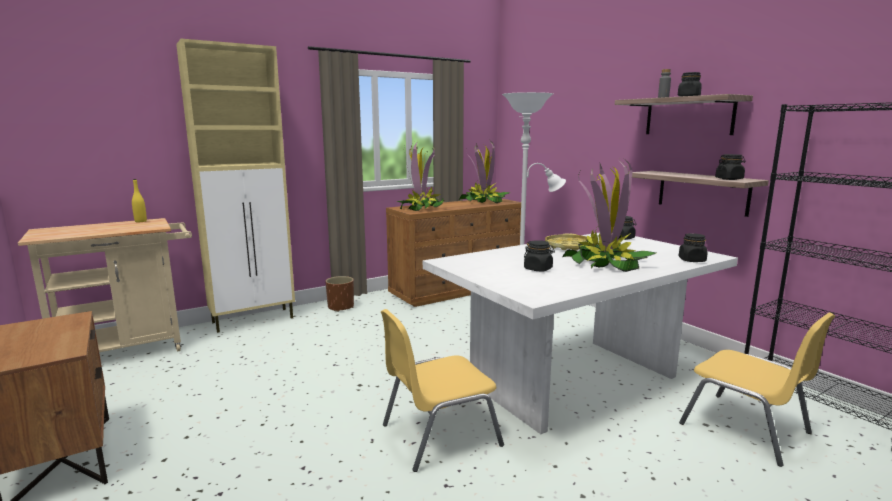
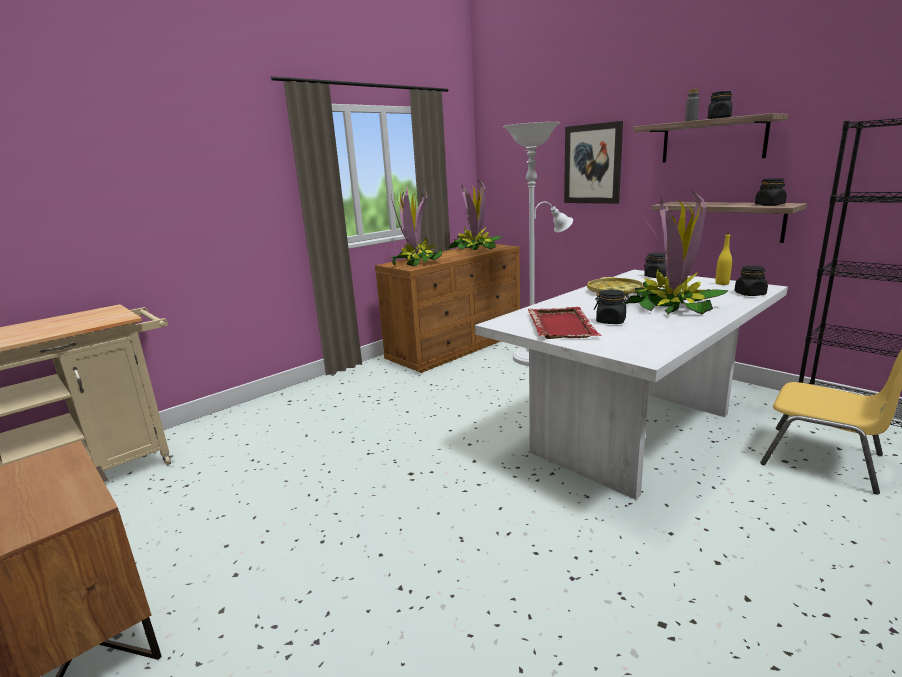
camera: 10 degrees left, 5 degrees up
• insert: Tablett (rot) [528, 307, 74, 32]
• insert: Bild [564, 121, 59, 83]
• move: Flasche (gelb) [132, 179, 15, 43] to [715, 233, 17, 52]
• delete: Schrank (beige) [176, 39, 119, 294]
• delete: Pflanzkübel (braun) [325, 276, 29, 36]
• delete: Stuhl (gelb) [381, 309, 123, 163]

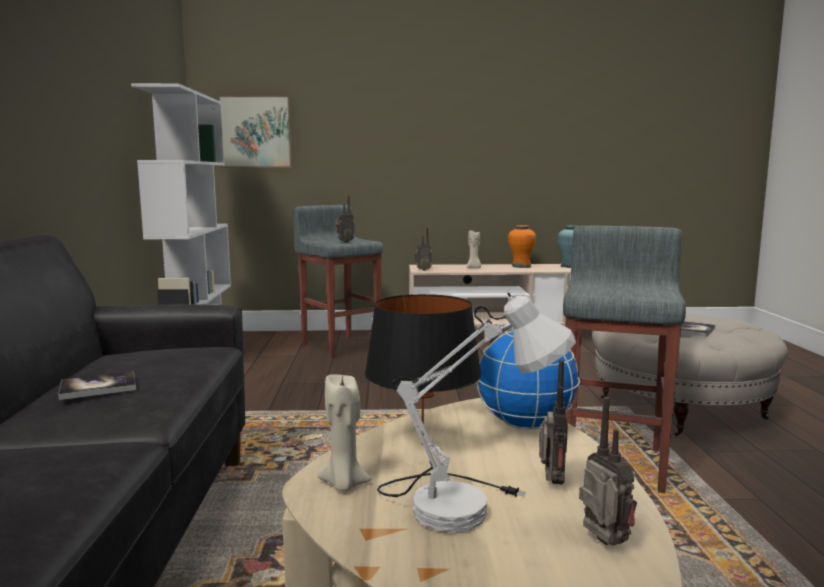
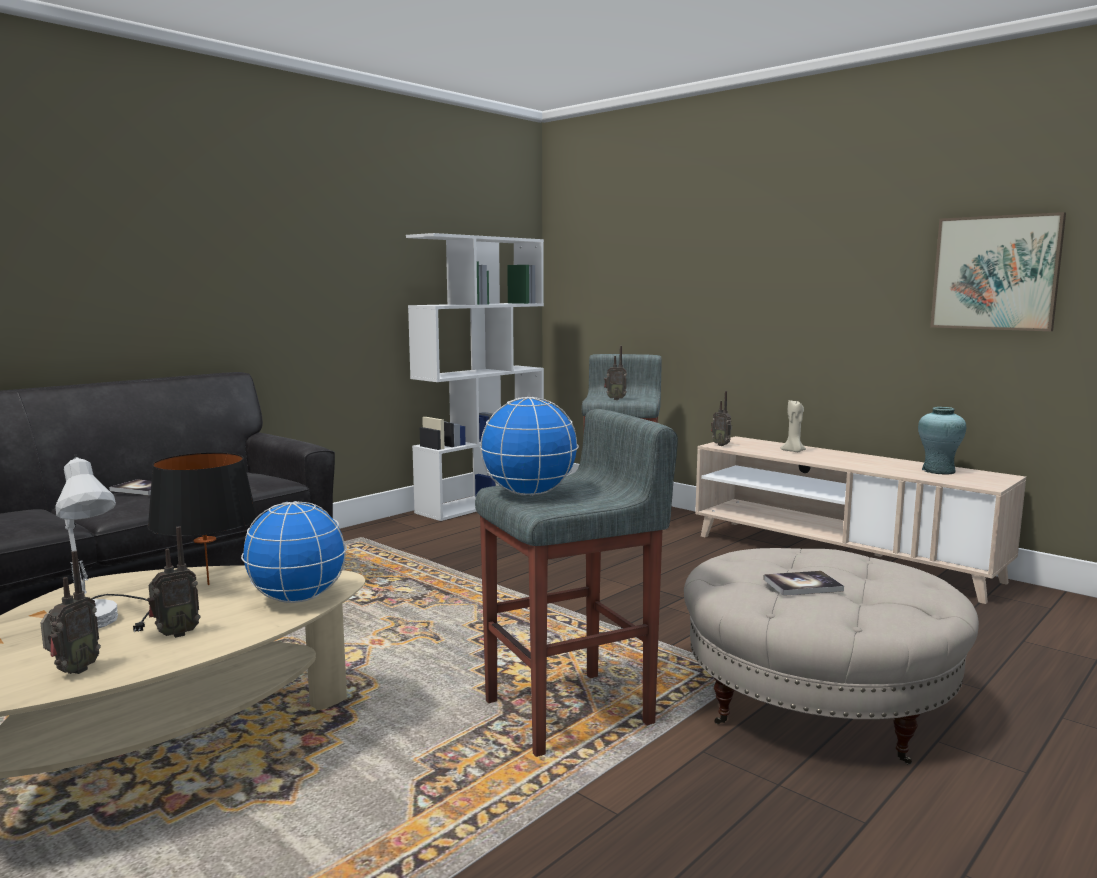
camera: 45 degrees right, 0 degrees up
• insert: Globus [480, 397, 99, 99]
• move: Bild [217, 95, 76, 73] to [930, 212, 136, 119]
• delete: Kerze (beige) [318, 374, 53, 117]
• delete: Vase (orange) [508, 225, 28, 43]

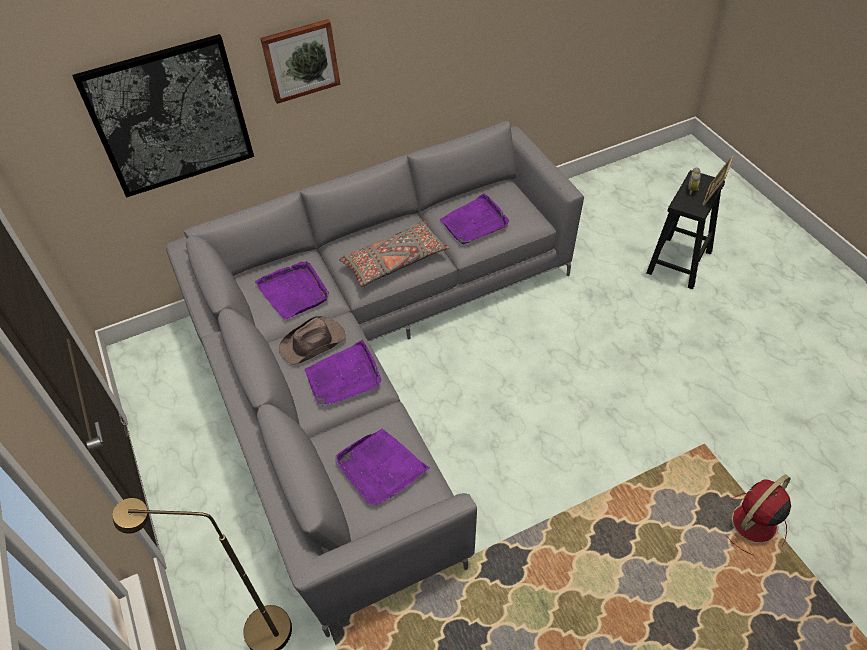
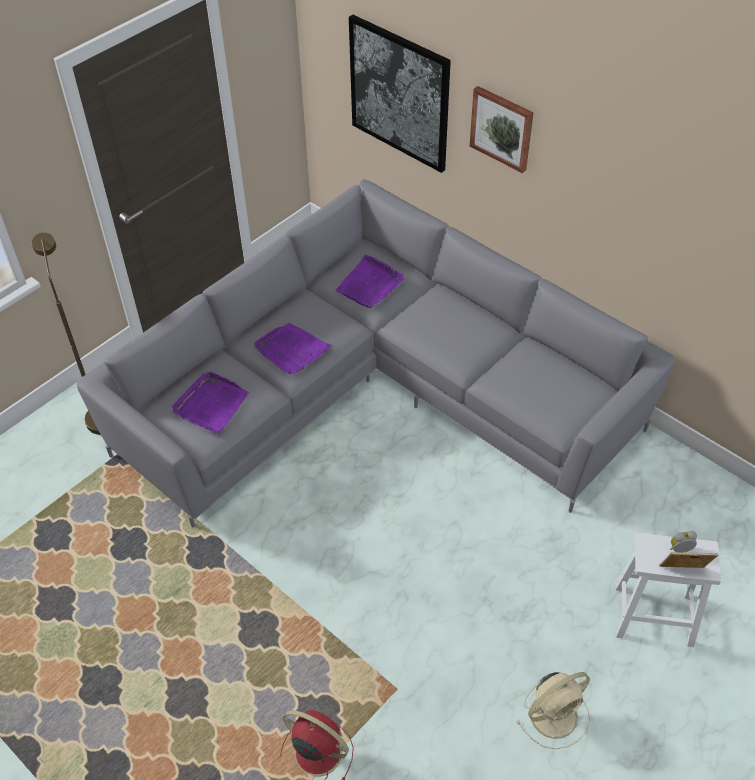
camera: 65 degrees right, 0 degrees up
• insert: Ventilator (beige) [516, 672, 74, 77]
• recolor: Hocker (schwarz) [646, 170, 79, 119] to Hocker (weiß) [616, 532, 105, 115]
• delete: Hut (braun) [279, 316, 67, 49]
• delete: Kissen (grau) [339, 221, 110, 66]
• delete: Tablett (lila) [440, 193, 69, 51]

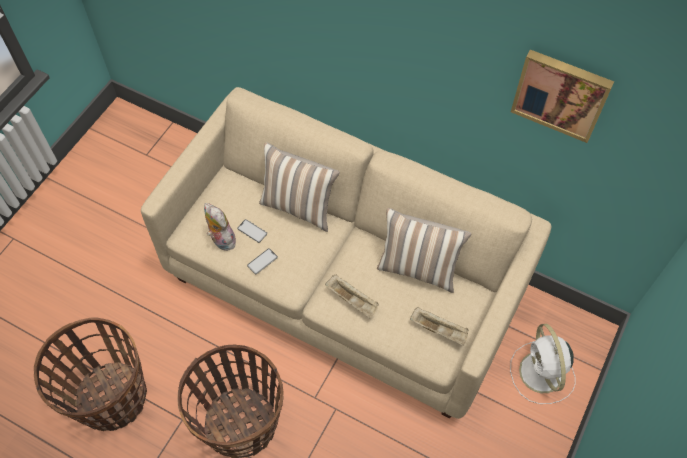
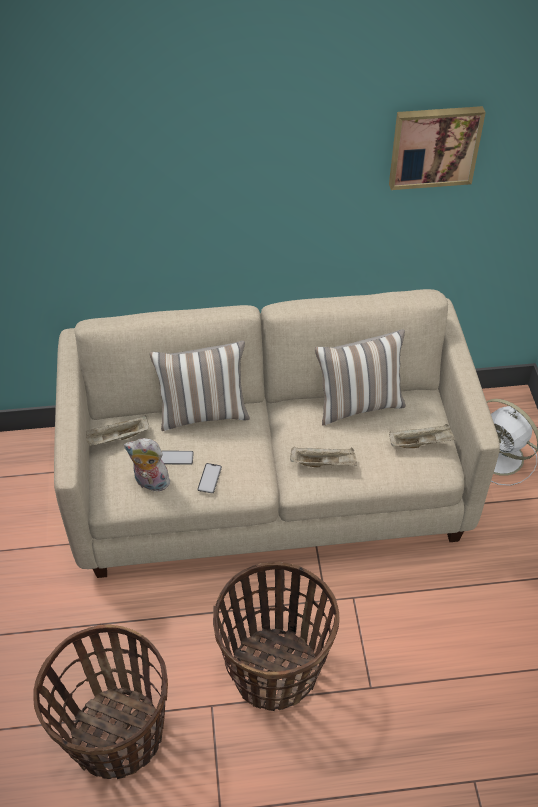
camera: 35 degrees left, 10 degrees down
• insert: Tablett (beige) [86, 416, 63, 31]

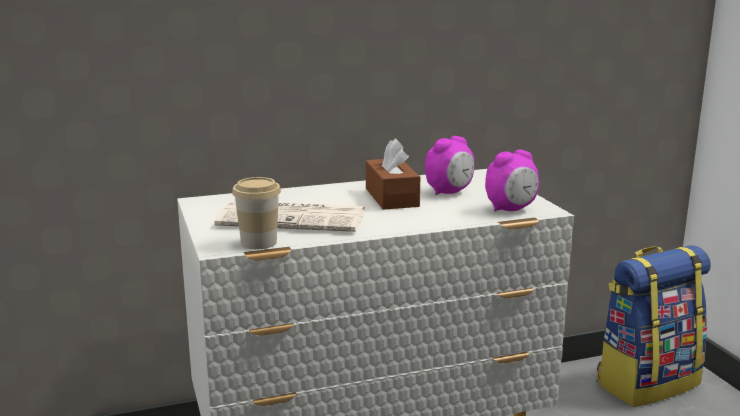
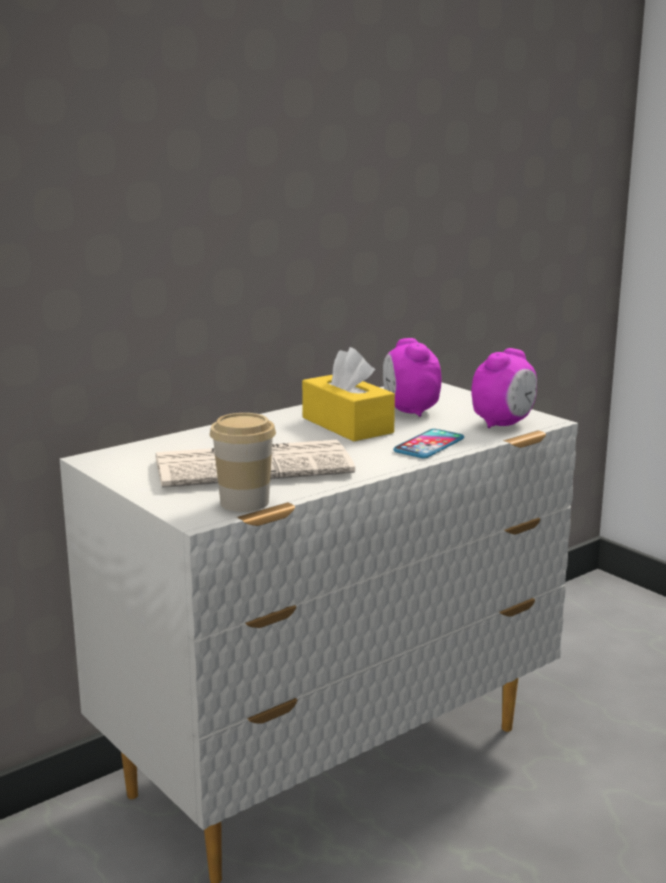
camera: 20 degrees left, 0 degrees up
• recolor: Taschentuchbox (braun) [366, 138, 54, 72] to Taschentuchbox (gelb) [302, 347, 93, 94]
• rotate: Wecker [425, 136, 49, 59] = [383, 338, 58, 79] 135 degrees clockwise
• insert: Handy [393, 429, 71, 29]
• delete: Rucksack [597, 245, 114, 162]

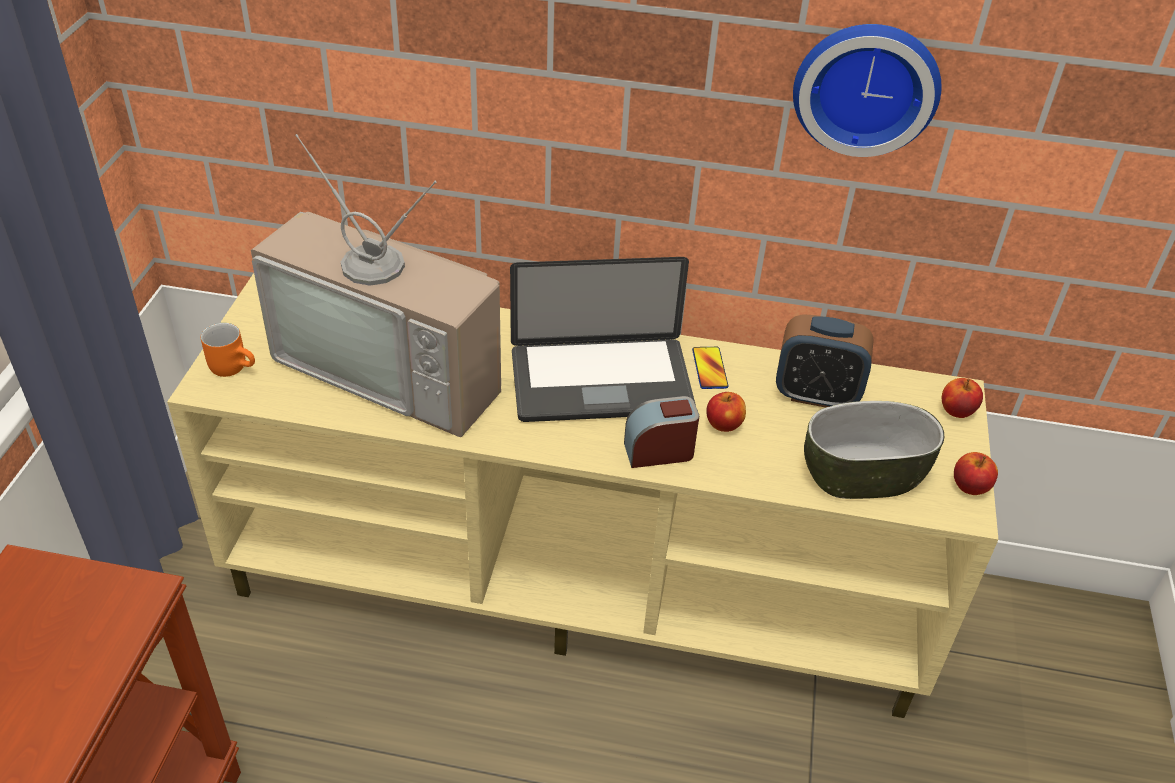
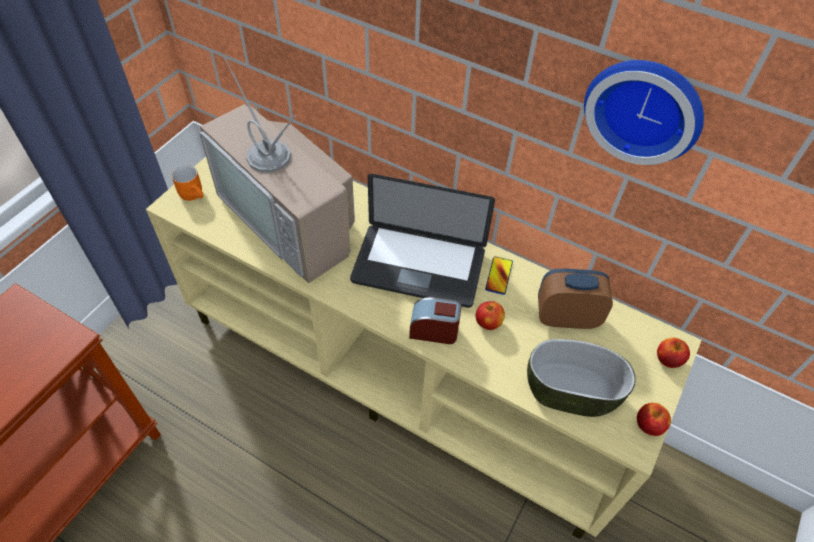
camera: 20 degrees right, 10 degrees up
• rotate: Wecker [776, 314, 98, 94] = [538, 269, 75, 60] 150 degrees clockwise

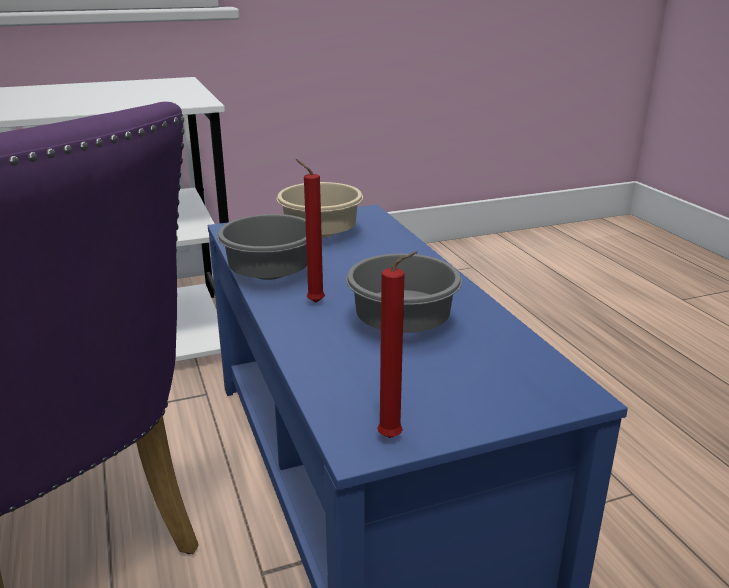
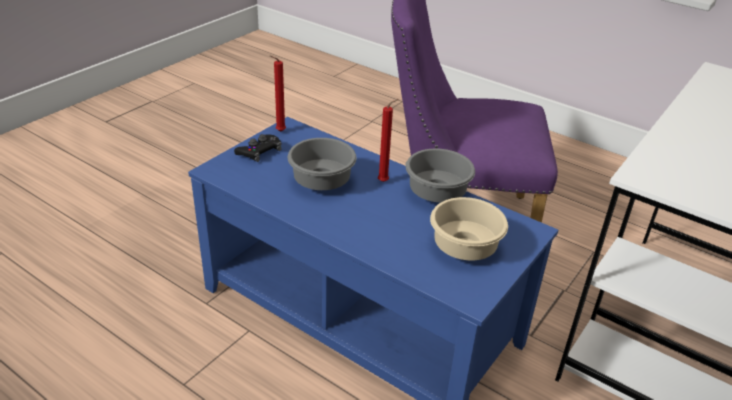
camera: 145 degrees right, 10 degrees up
• insert: Gamepad (schwarz) [234, 134, 48, 28]

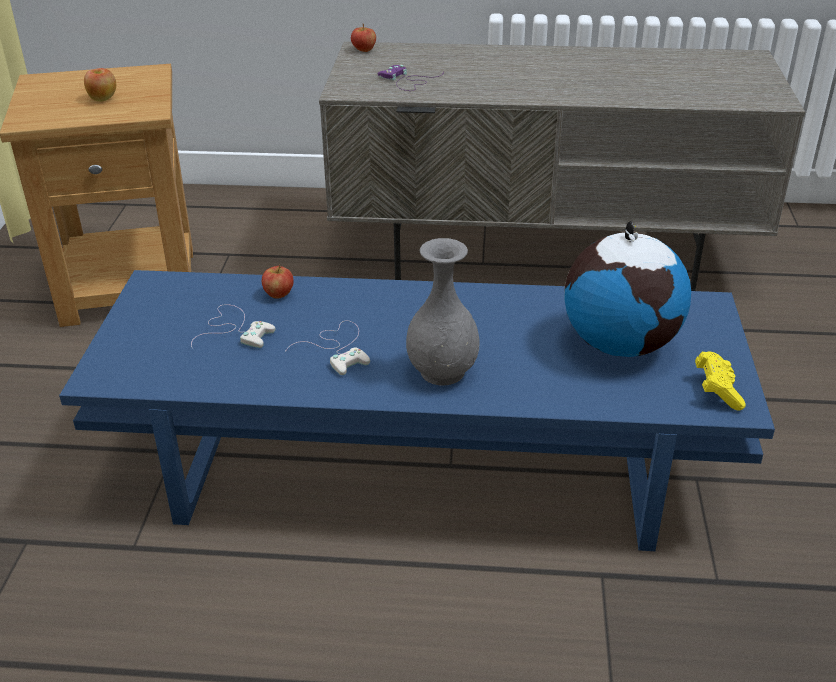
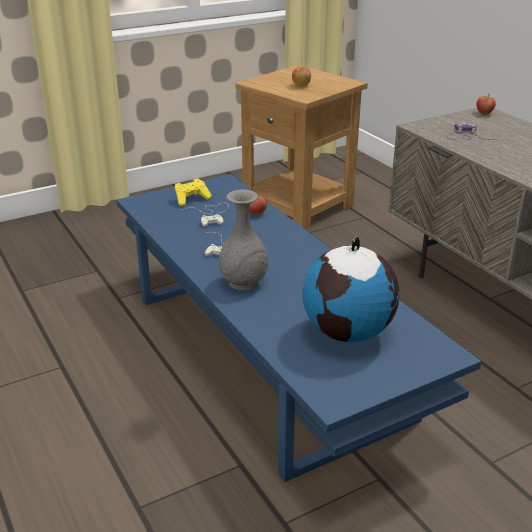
camera: 55 degrees right, 5 degrees down
• move: Gamepad (gelb) [695, 352, 51, 59] to [175, 178, 37, 28]

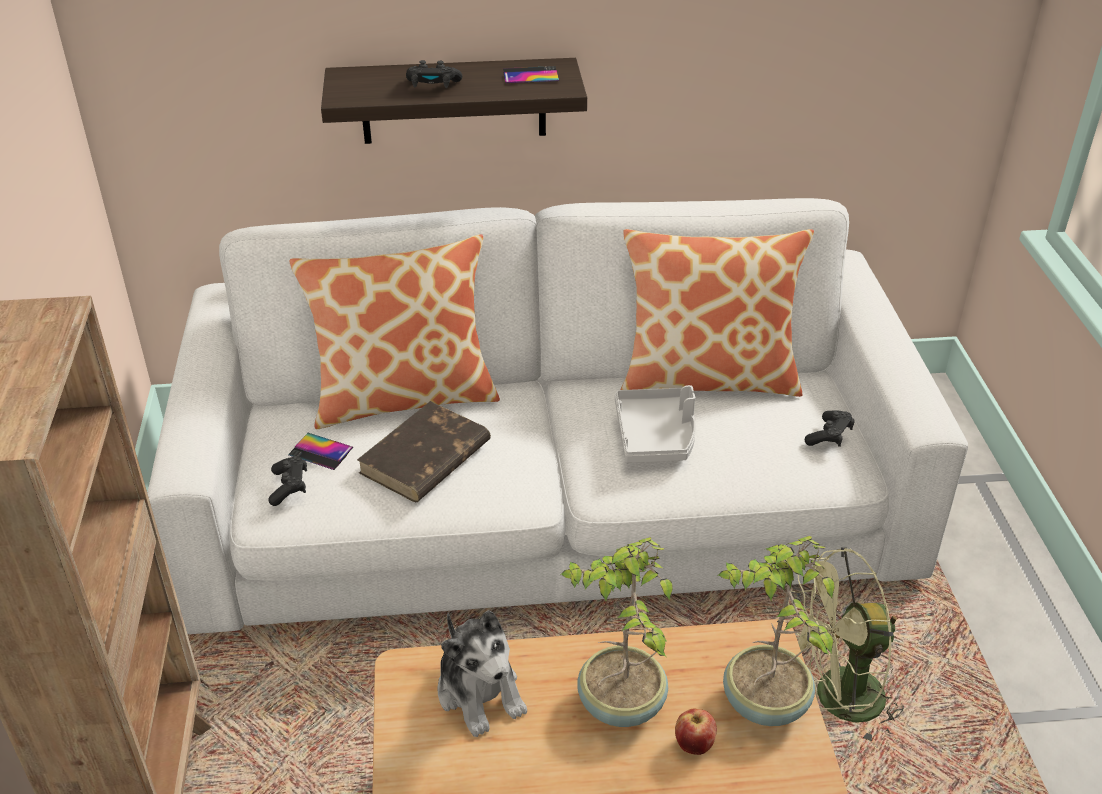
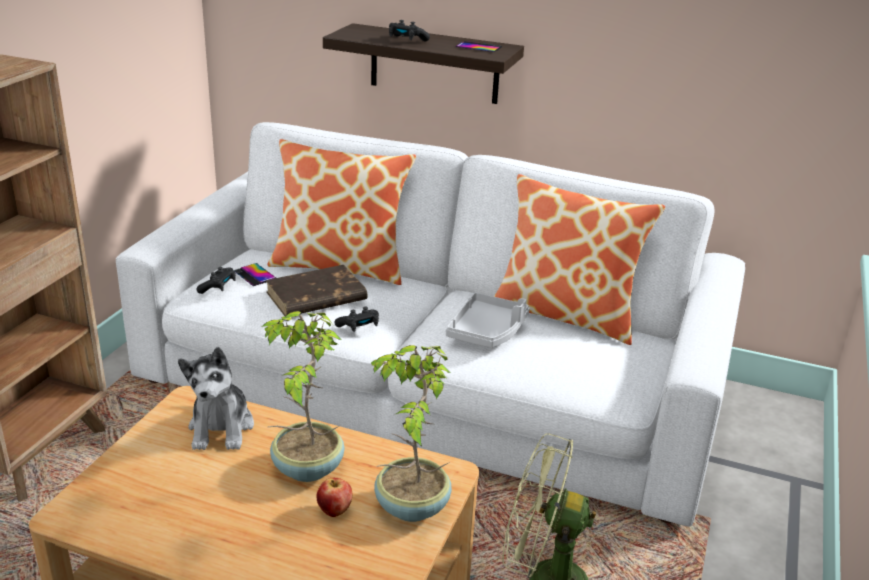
camera: 25 degrees right, 10 degrees down
• move: Gamepad (schwarz) [805, 410, 49, 37] to [335, 307, 44, 25]

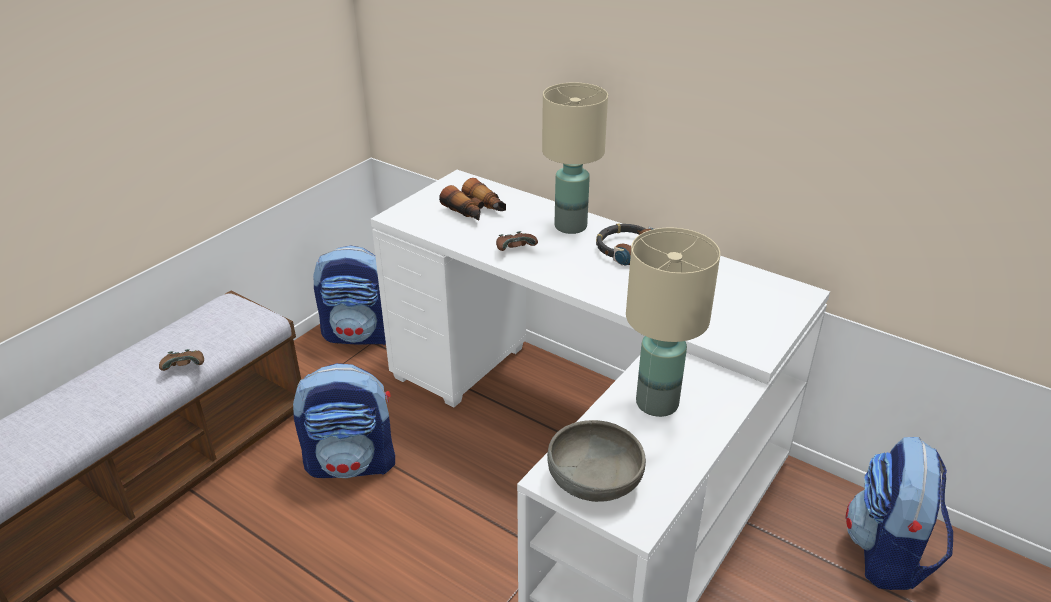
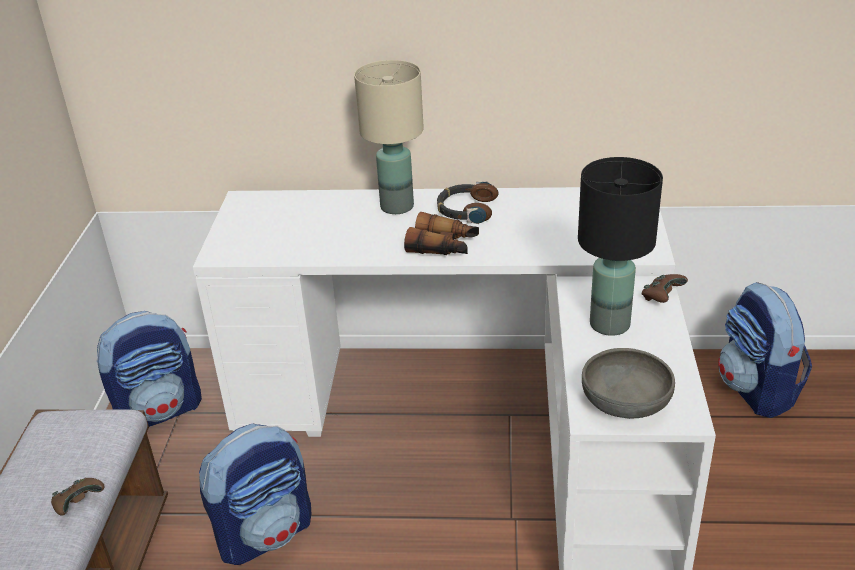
camera: 30 degrees left, 0 degrees up
• move: Fernglas [439, 178, 67, 43] to [404, 212, 75, 43]
• recolor: Tischlampe (beige) [626, 228, 94, 189] to Tischlampe (schwarz) [578, 157, 85, 179]
• move: Gamepad (braun) [496, 231, 42, 20] to [642, 274, 46, 29]

